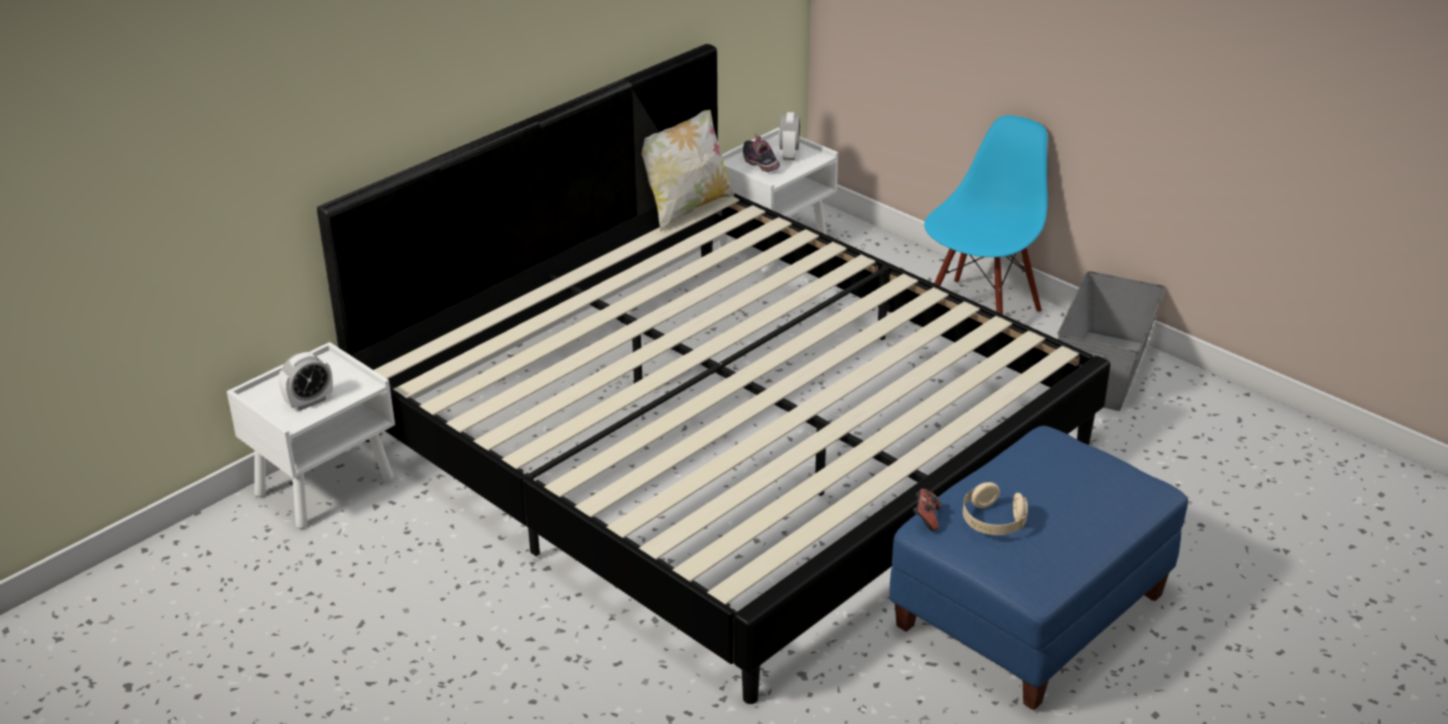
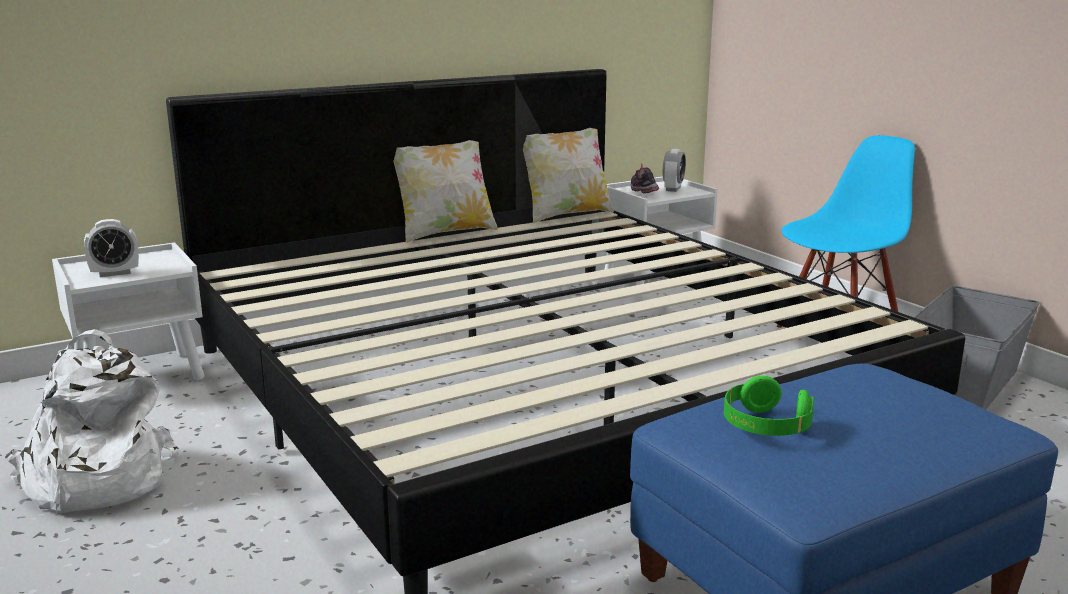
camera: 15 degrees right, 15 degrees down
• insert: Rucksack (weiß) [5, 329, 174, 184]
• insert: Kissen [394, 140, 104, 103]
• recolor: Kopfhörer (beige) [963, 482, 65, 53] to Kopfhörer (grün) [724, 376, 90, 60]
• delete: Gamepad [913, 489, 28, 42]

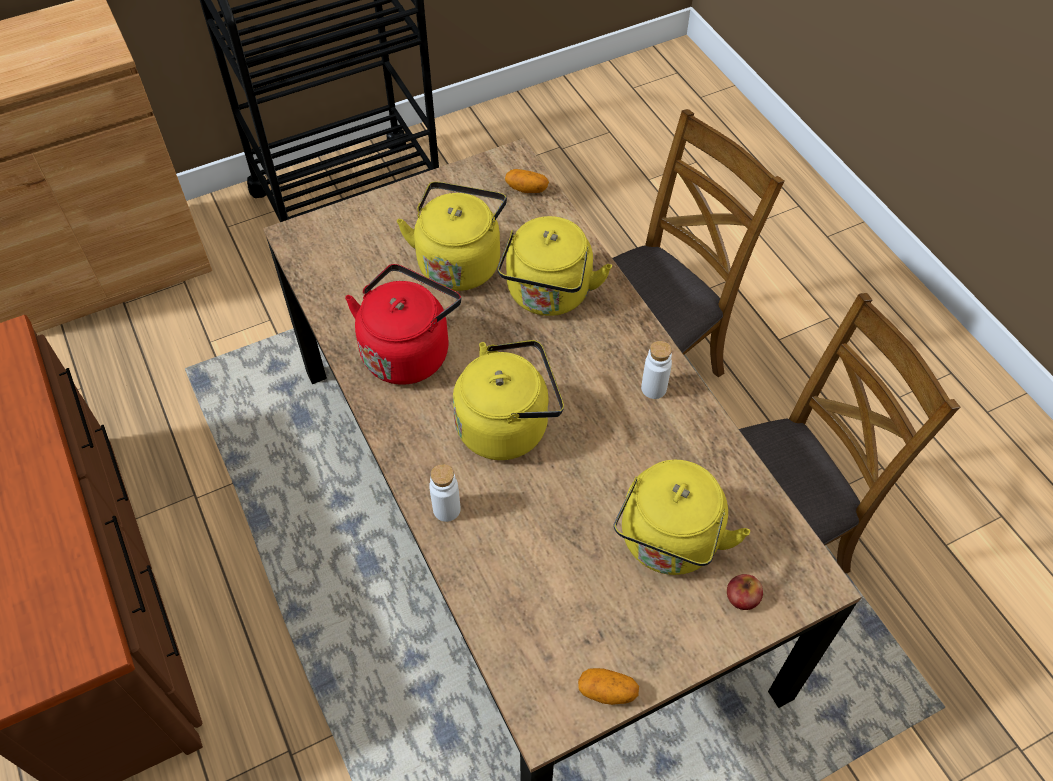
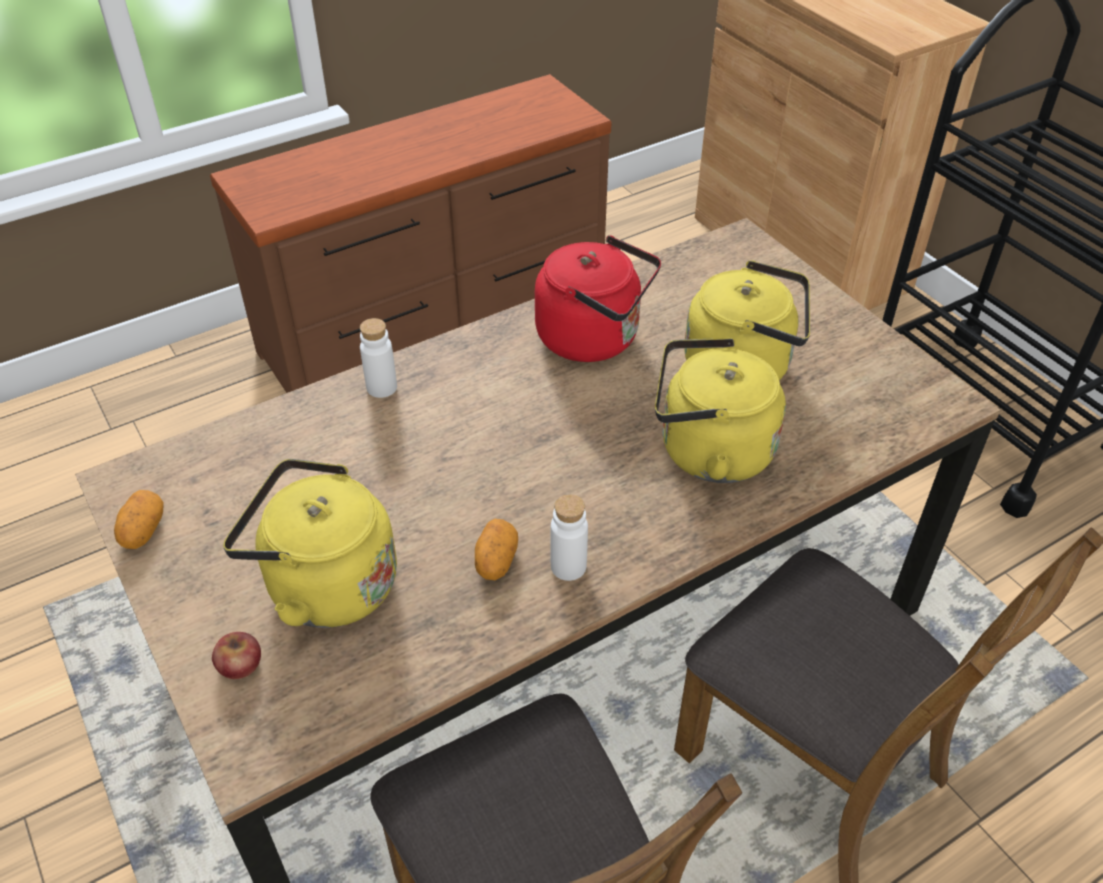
camera: 85 degrees right, 10 degrees down
• move: Kartoffel [505, 169, 44, 24] to [475, 519, 43, 61]
• delete: Wasserkessel (gelb) [453, 340, 111, 120]

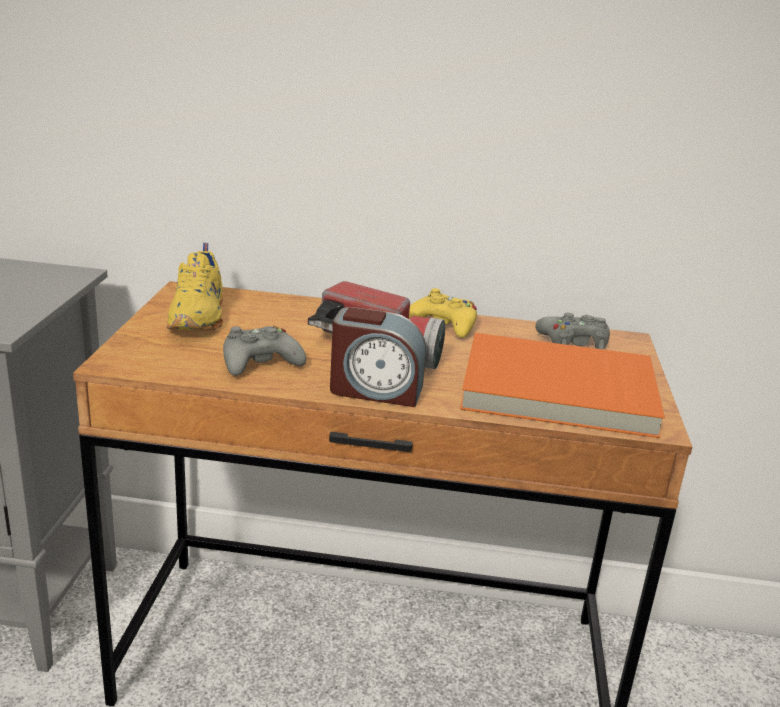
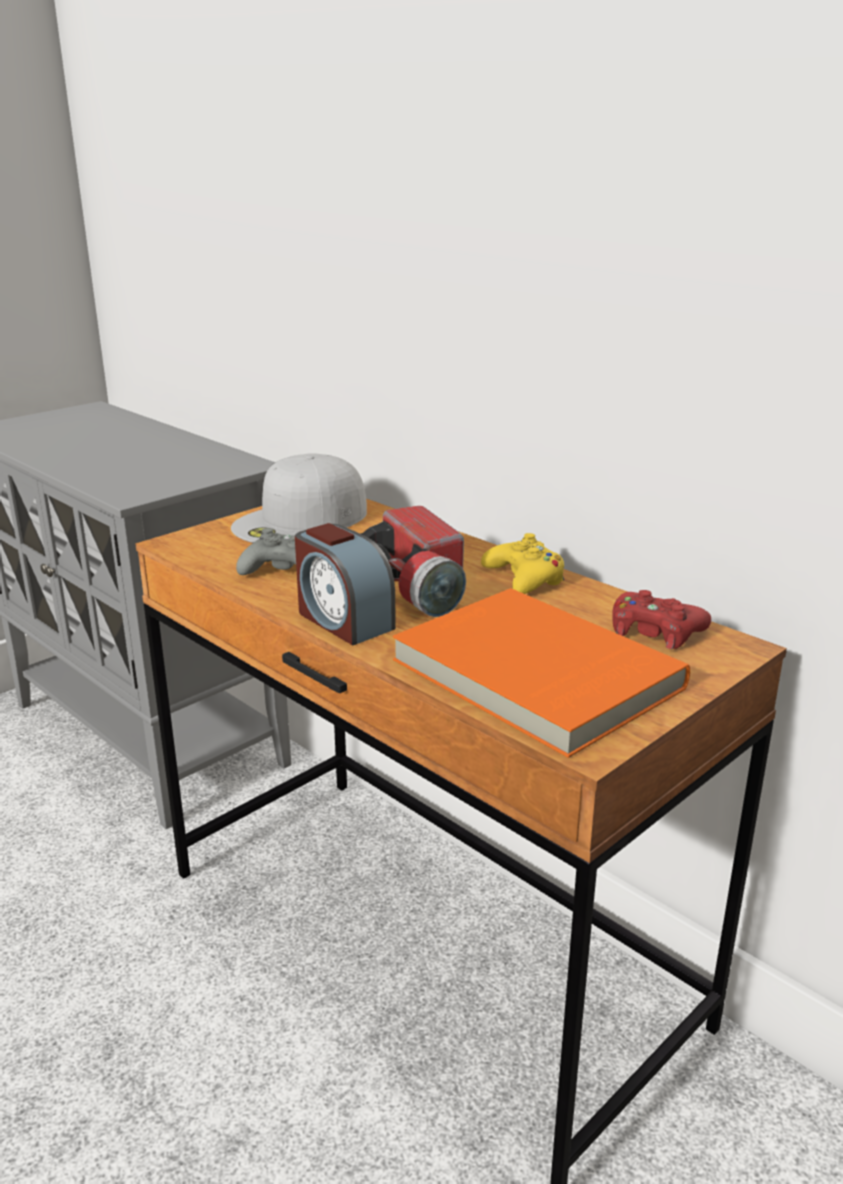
camera: 40 degrees right, 0 degrees up
• replace: Schuh (gelb) [167, 243, 56, 88] to Kappe (weiß) [231, 454, 136, 89]
• recolor: Gamepad (grau) [535, 313, 75, 37] to Gamepad (rot) [612, 590, 99, 59]

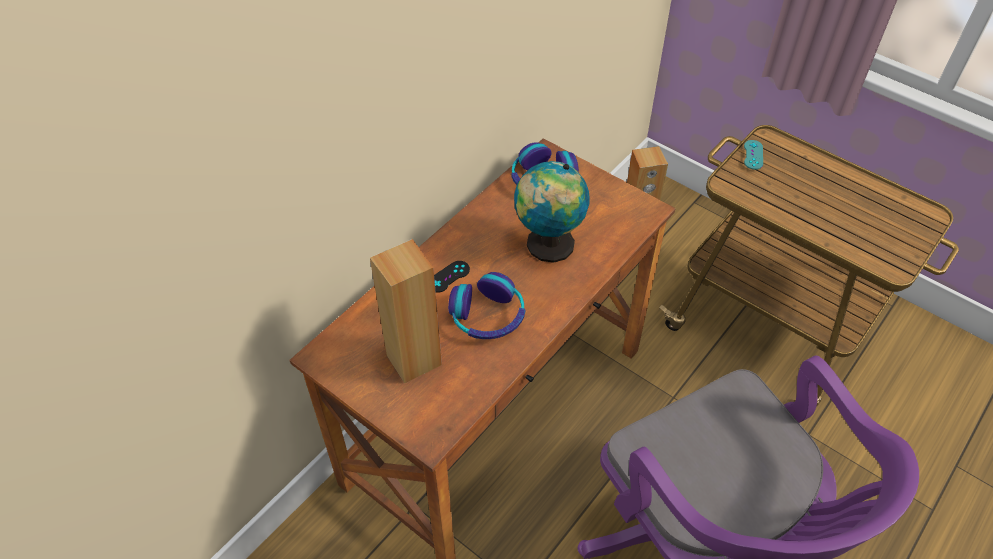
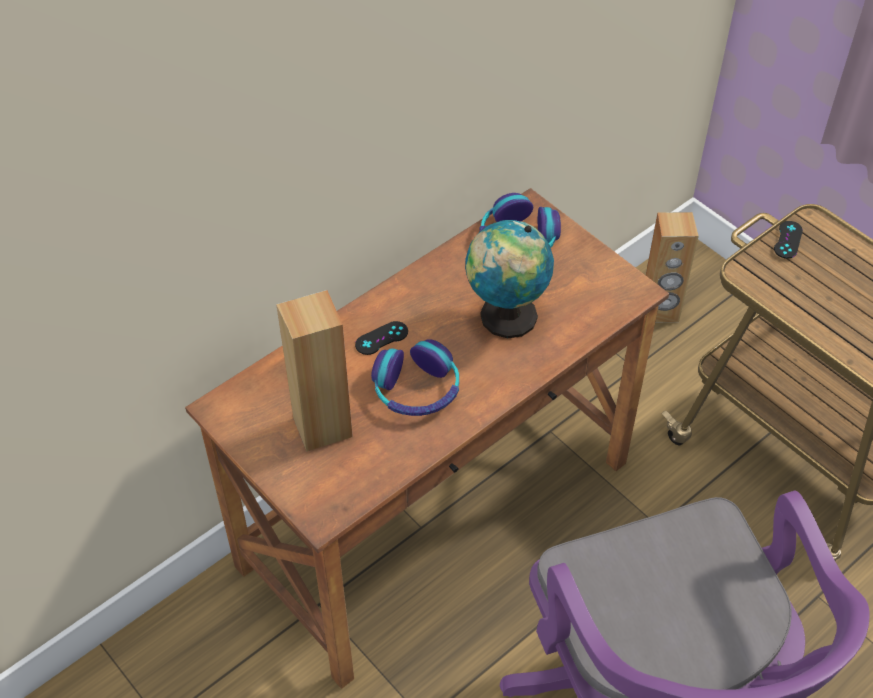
camera: 10 degrees right, 0 degrees up
• recolor: Gamepad (türkis) [744, 140, 19, 30] to Gamepad (schwarz) [774, 221, 29, 38]

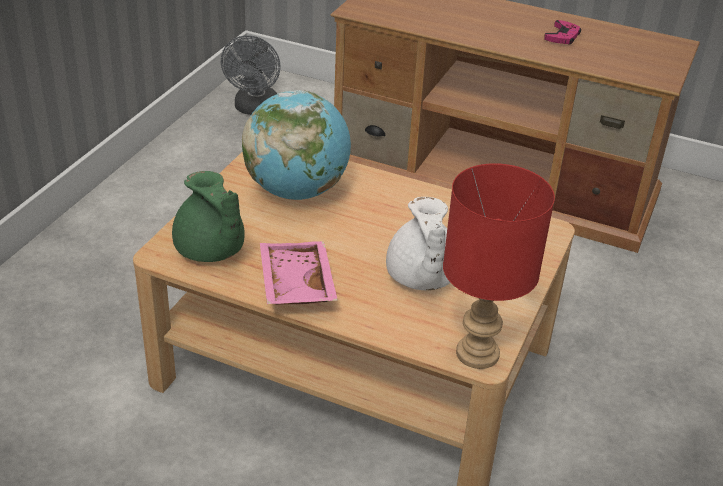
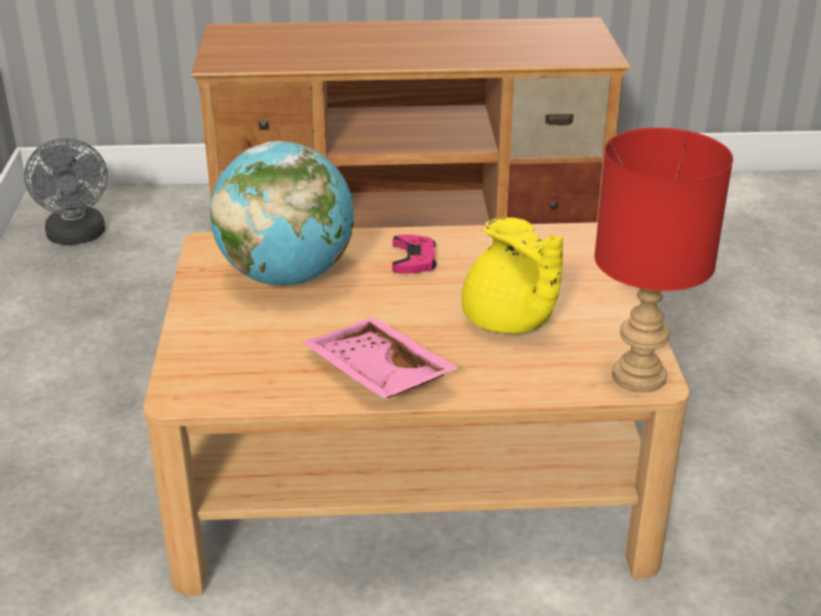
camera: 25 degrees left, 5 degrees down
• move: Gamepad (rosa) [544, 20, 37, 25] to [392, 235, 44, 39]
• recolor: Teekanne (weiß) [386, 197, 64, 93] to Teekanne (gelb) [462, 217, 101, 117]
• delete: Teekanne (grün) [172, 171, 73, 91]

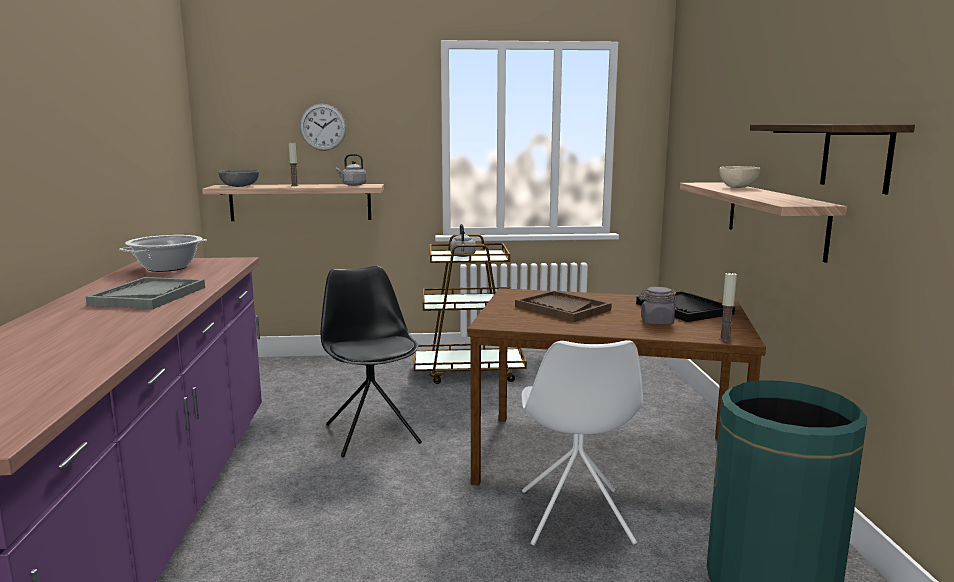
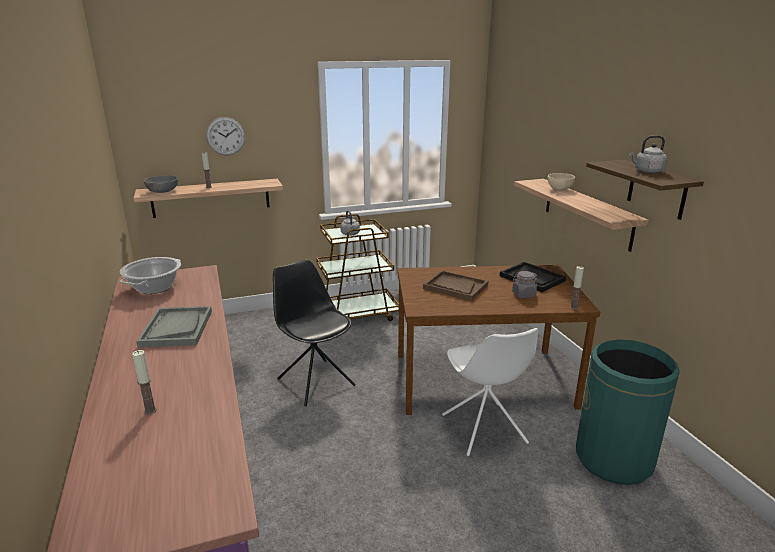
camera: 15 degrees left, 10 degrees up
• insert: Kerze [132, 350, 25, 65]
• move: Wasserkessel (grau) [336, 154, 31, 32] to [629, 135, 38, 38]

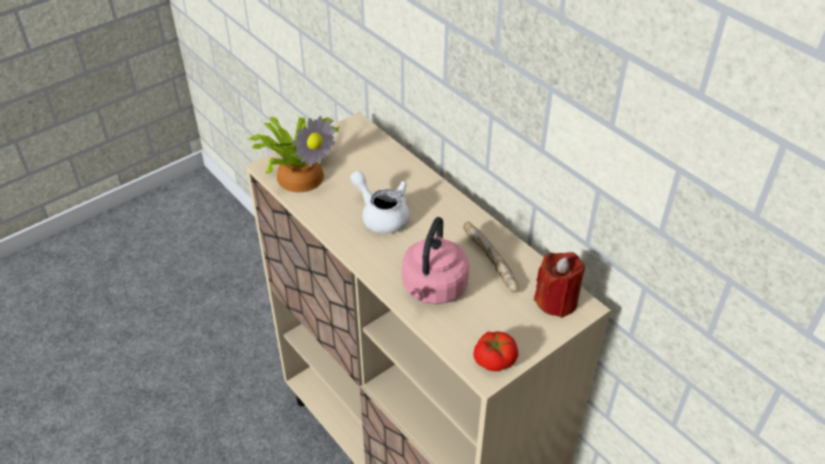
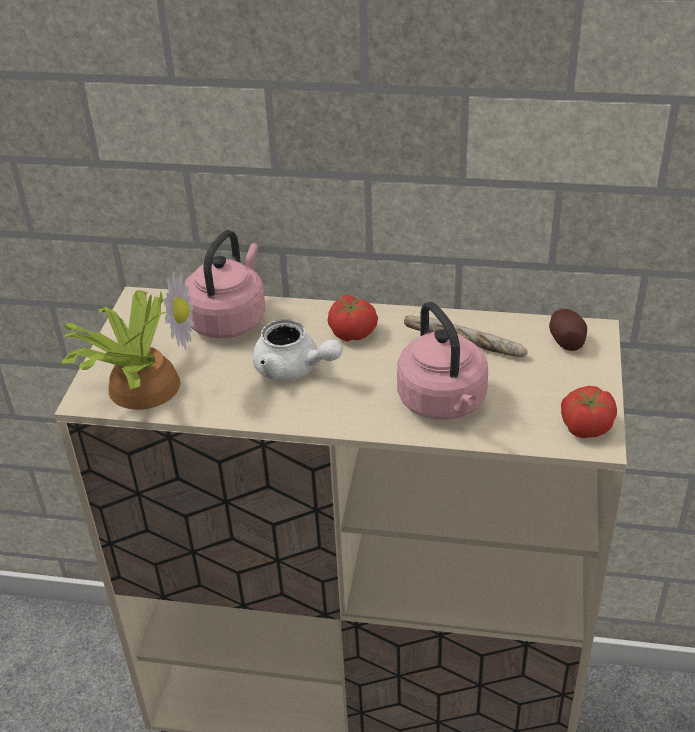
camera: 40 degrees left, 5 degrees down
• insert: Wasserkessel (rosa) [185, 230, 81, 108]
• rotate: Teekanne (weiß) [350, 171, 60, 63] = [252, 319, 91, 61] 150 degrees counterclockwise
• insert: Tomate [328, 295, 50, 46]
• replace: Kerze (rot) [534, 252, 51, 66] to Kartoffel [549, 309, 38, 42]

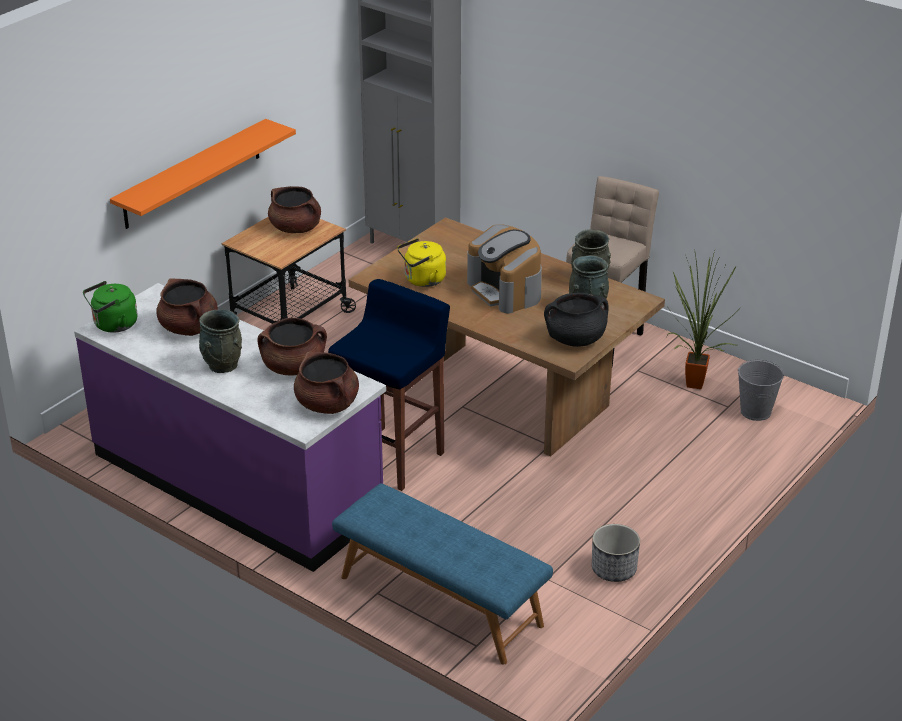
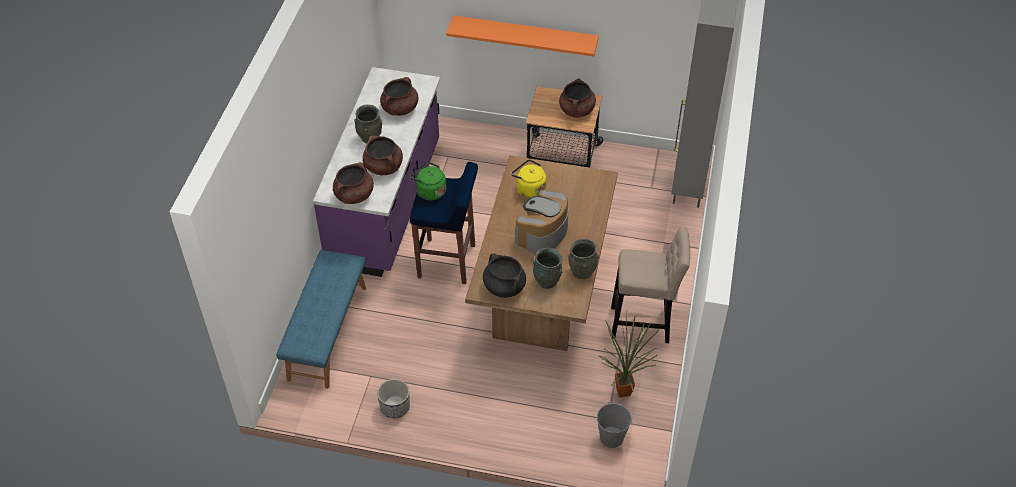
camera: 65 degrees right, 15 degrees up
• move: Wasserkessel (grün) [83, 281, 55, 52] to [410, 162, 36, 39]

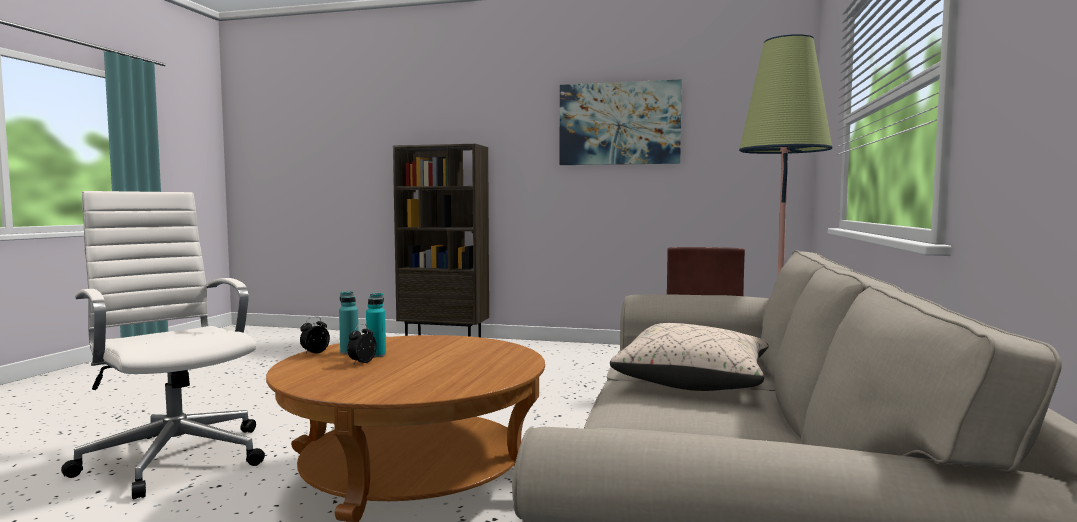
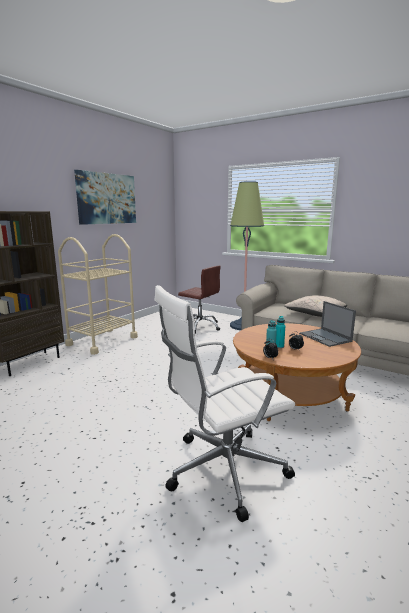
camera: 70 degrees left, 10 degrees up
• insert: Rollwagen (beige) [58, 234, 80, 121]
• insert: Laptop [300, 301, 56, 46]

